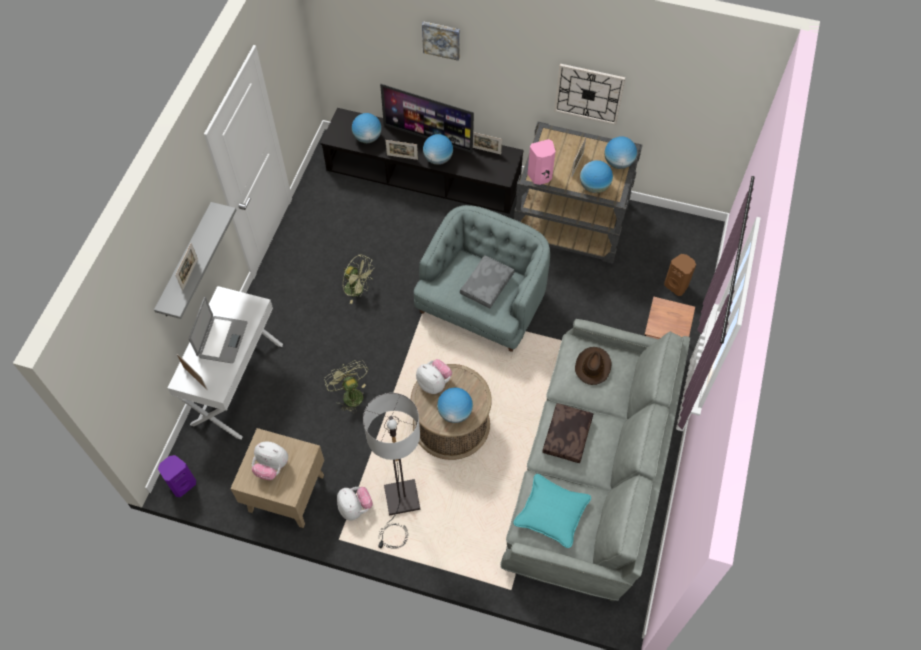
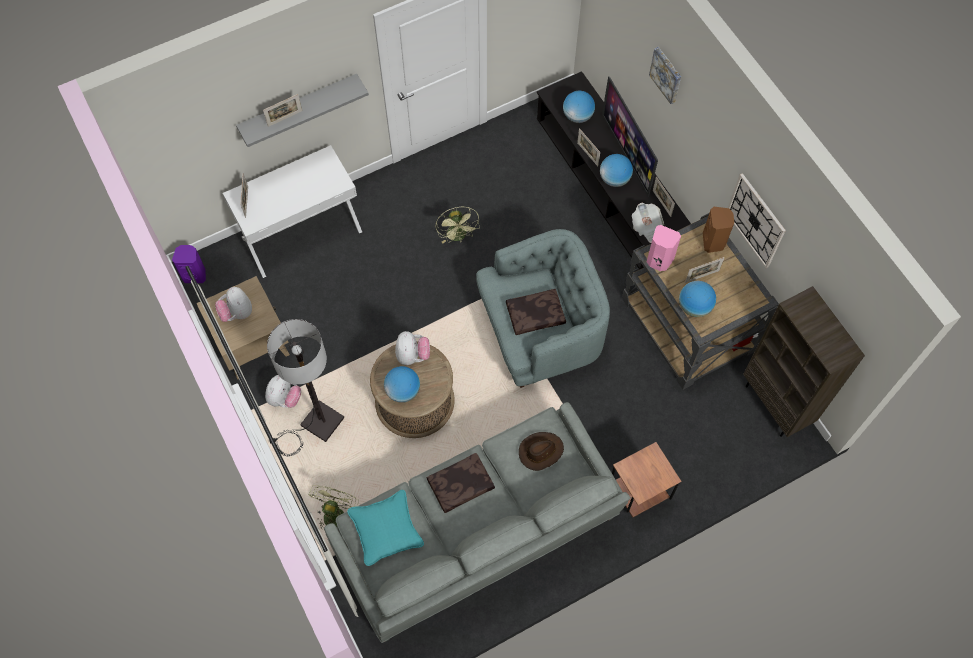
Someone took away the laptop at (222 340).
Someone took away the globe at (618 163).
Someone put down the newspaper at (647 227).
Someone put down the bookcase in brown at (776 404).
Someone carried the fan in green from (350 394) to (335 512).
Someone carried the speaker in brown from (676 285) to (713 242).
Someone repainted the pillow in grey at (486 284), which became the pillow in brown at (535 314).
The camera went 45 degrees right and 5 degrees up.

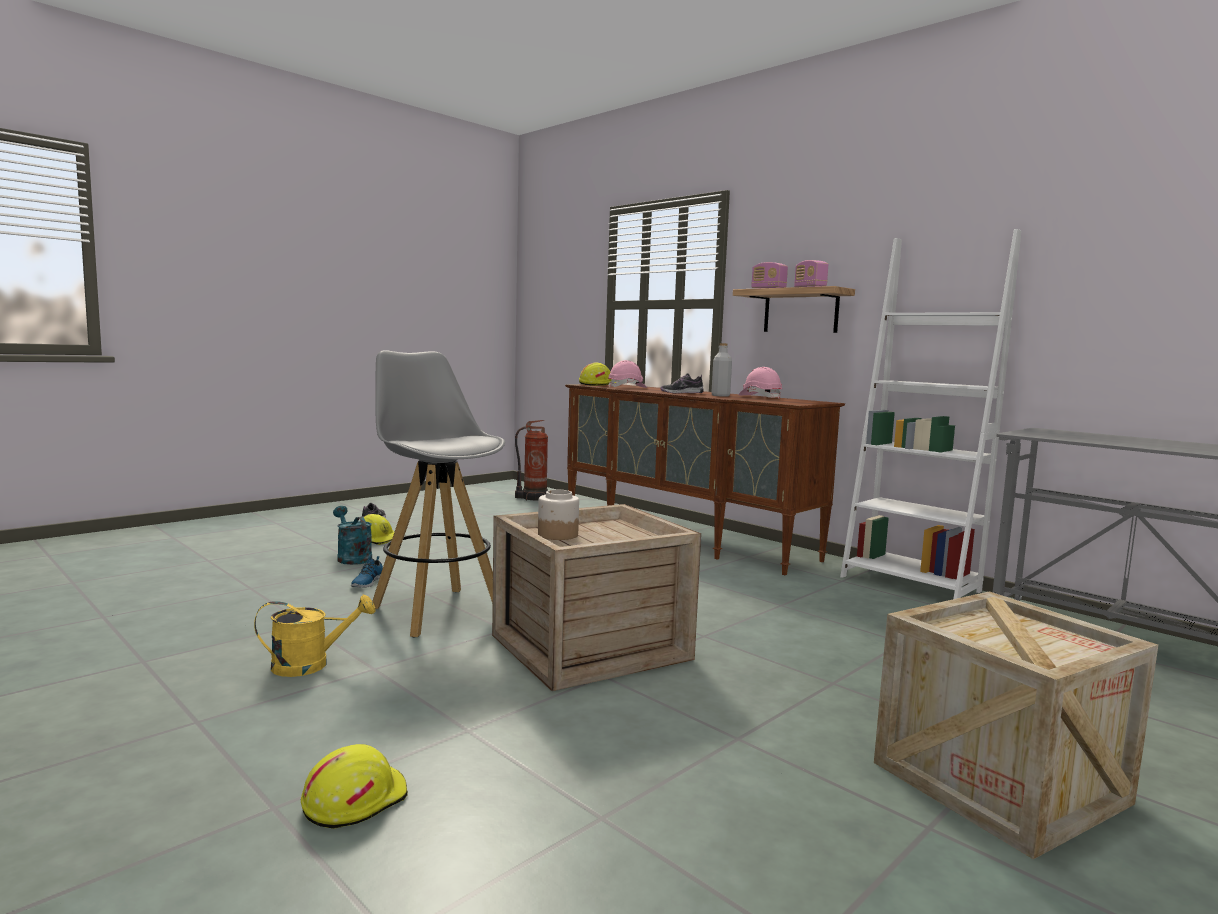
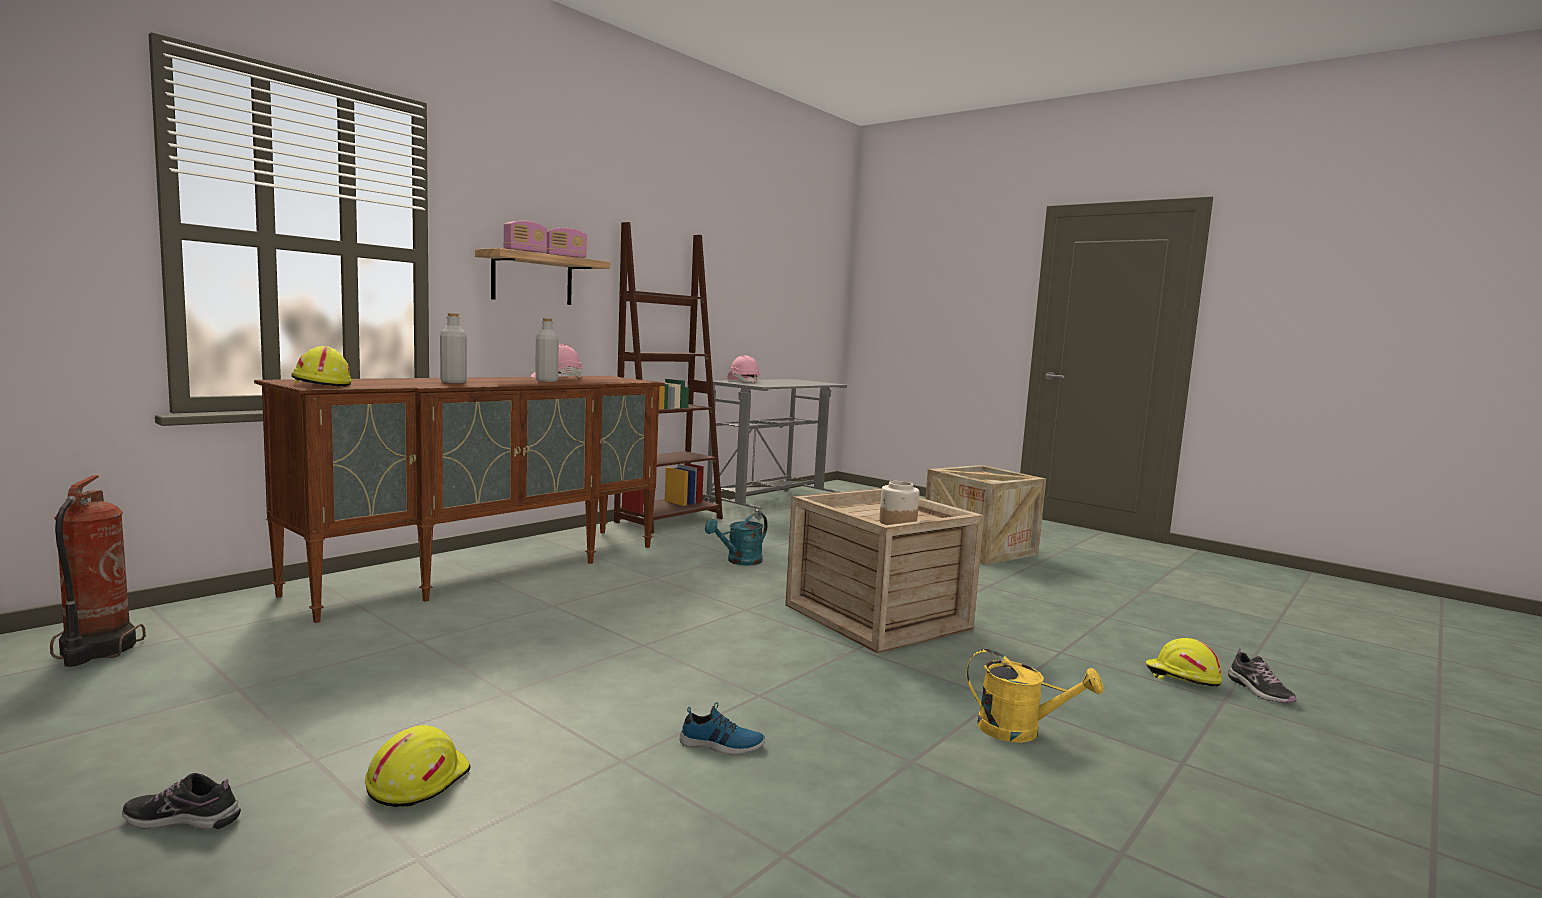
Someone took away the stool in grey at (437 610).
Someone put down the bottle in grey at (453 382).
Someone carried the watering can in turquoise from (352 557) to (739 561).
Someone carried the hard hat in pink from (627 387) to (743 381).
Someone carried the shoe from (681 393) to (1259 691).
Someone repainted the bookcase in white at (909 584), which became the bookcase in brown at (669 520).
Someone rotated the watering can in yellow at (311 665) by 135 degrees clockwise.
The camera went 95 degrees left and 0 degrees up.

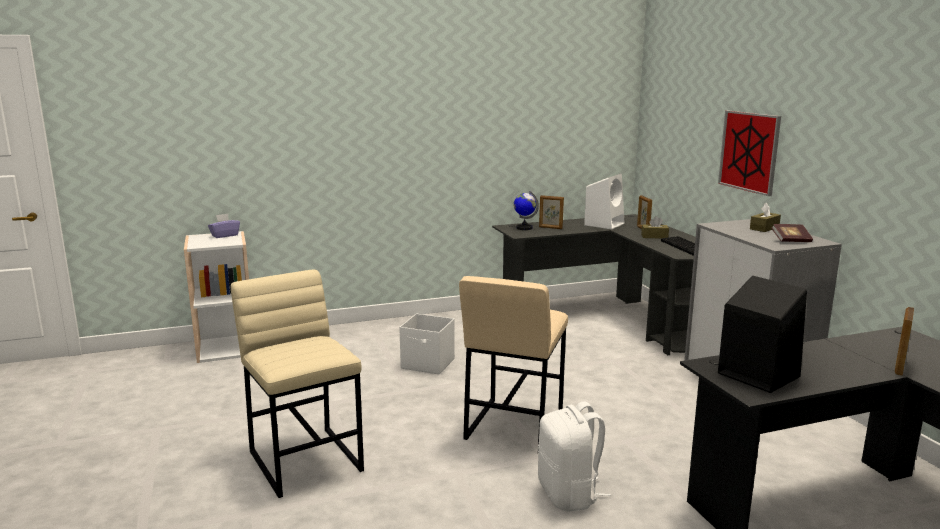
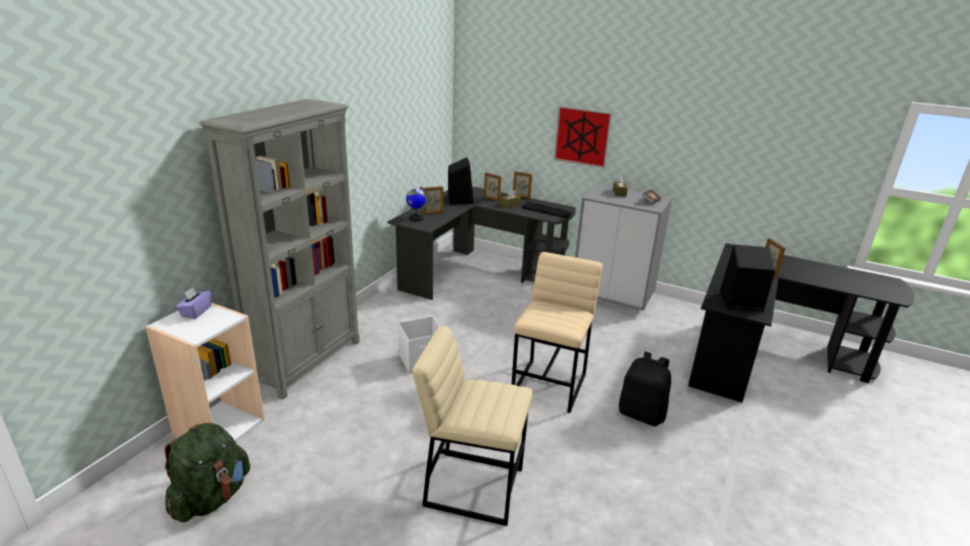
Someone put down the backpack in green at (211 497).
Someone put down the bookcase in grey at (307 361).
Someone put down the picture frame at (521 197).
Someone repainted the backpack in white at (569 495), which became the backpack in black at (642 414).
Someone repainted the speaker in white at (604 224), which became the speaker in black at (460 200).
Someone rotated the chair in beige at (513 427) by 135 degrees counterclockwise.
The camera went 45 degrees left and 10 degrees up.

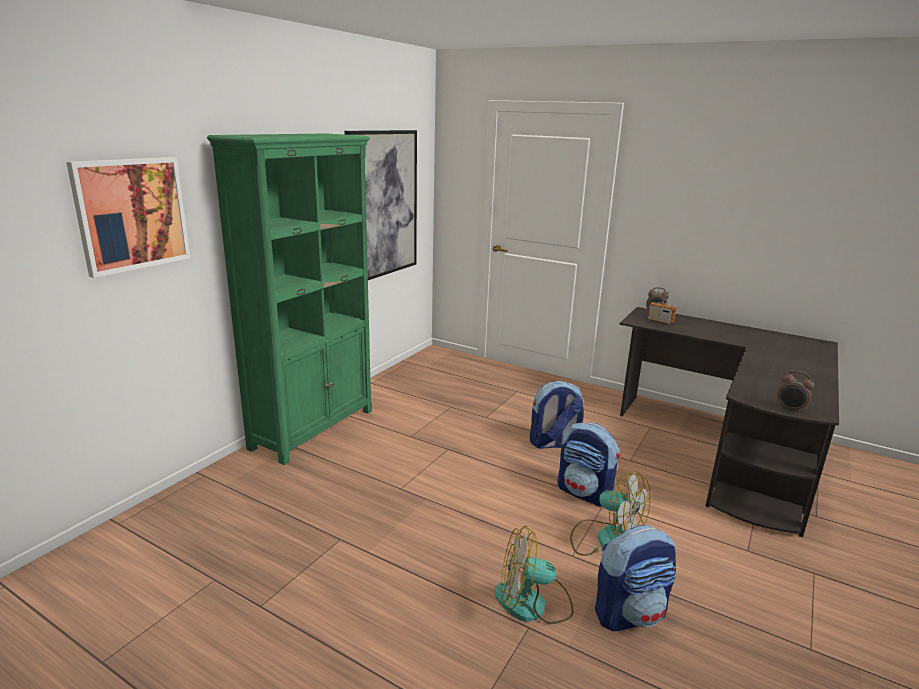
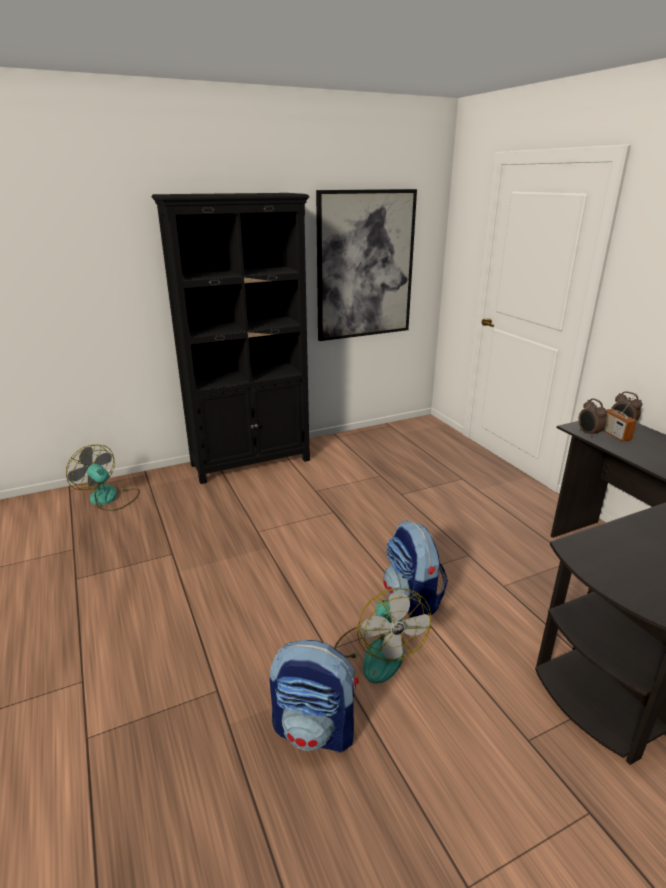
Someone took away the picture at (132 214).
Someone took away the backpack at (553 444).
Someone carried the fan from (532 603) to (109 498).
Someone carried the alarm clock from (790 409) to (588 434).
Someone repainted the bookcase in green at (314 428), which became the bookcase in black at (251 462).
The camera went 35 degrees right and 5 degrees up.

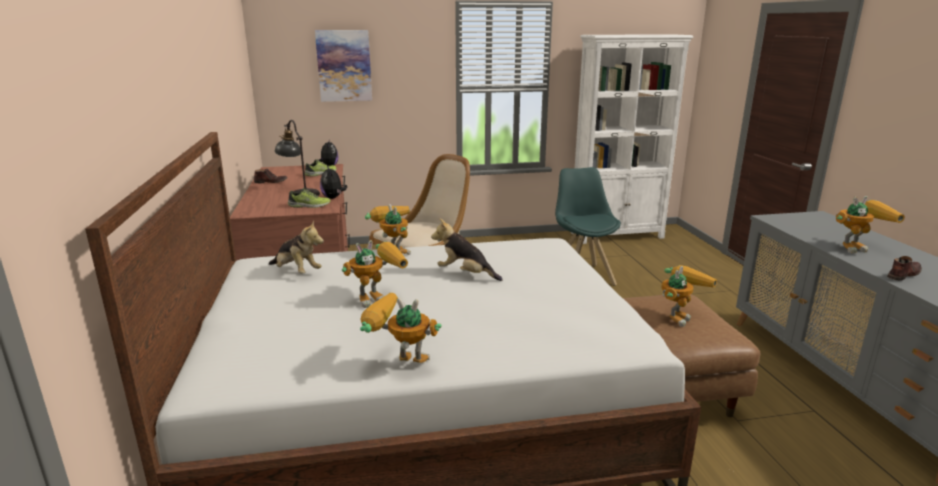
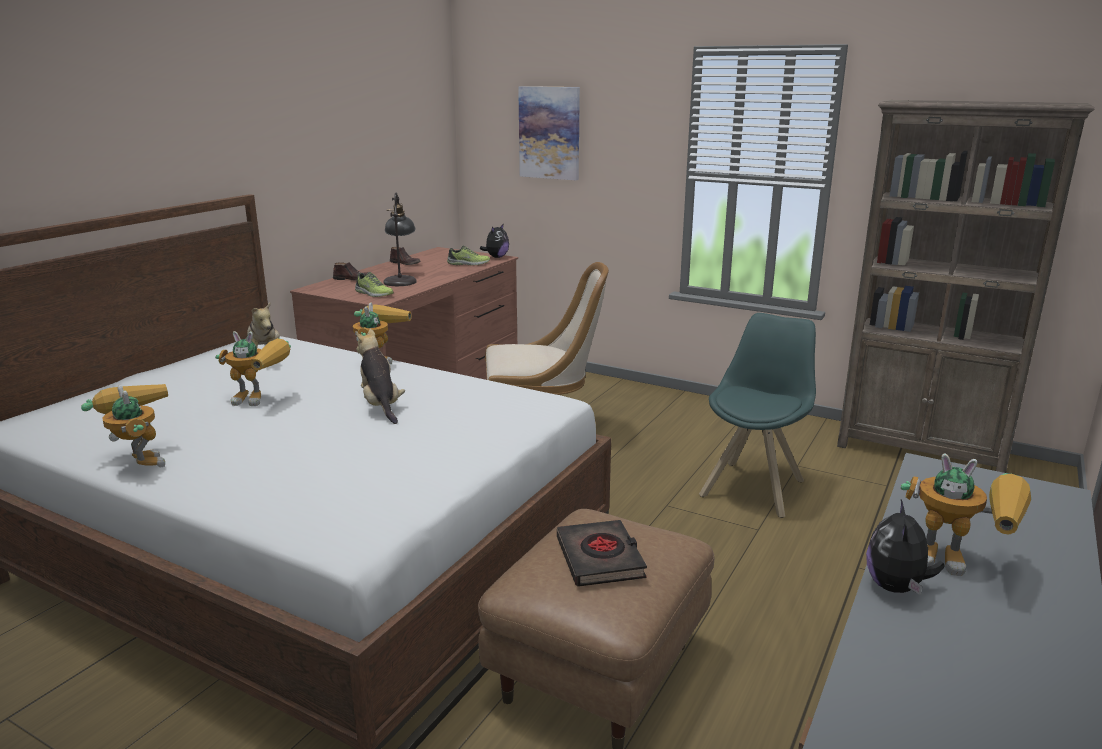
Someone carried the plush toy from (333 198) to (896 587).
Someone carried the shoe in brown from (902 275) to (353 279).
Someone swapped the toy robot at (678 316) for the book in black at (600 558).
Someone repainted the bookcase in white at (617 235), which became the bookcase in brown at (921 452).
The camera went 40 degrees right and 0 degrees up.

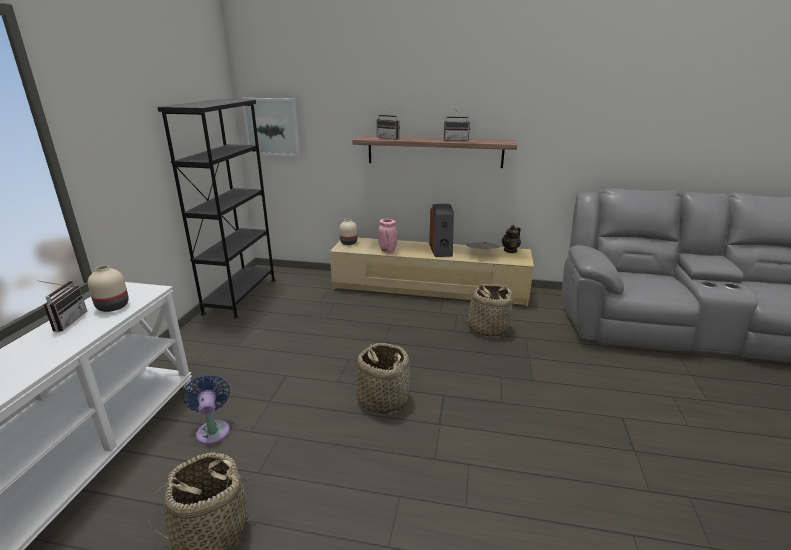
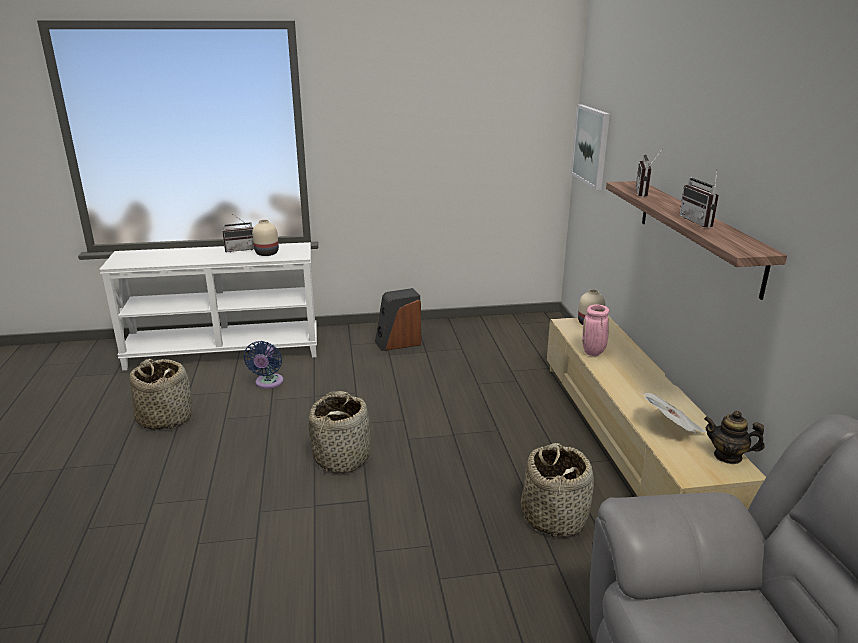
Someone took away the bookcase in black at (240 296).
Someone carried the speaker from (441 250) to (398 343).
Someone rotated the fan in blue at (213 430) by 135 degrees clockwise.
The camera went 70 degrees right and 0 degrees up.

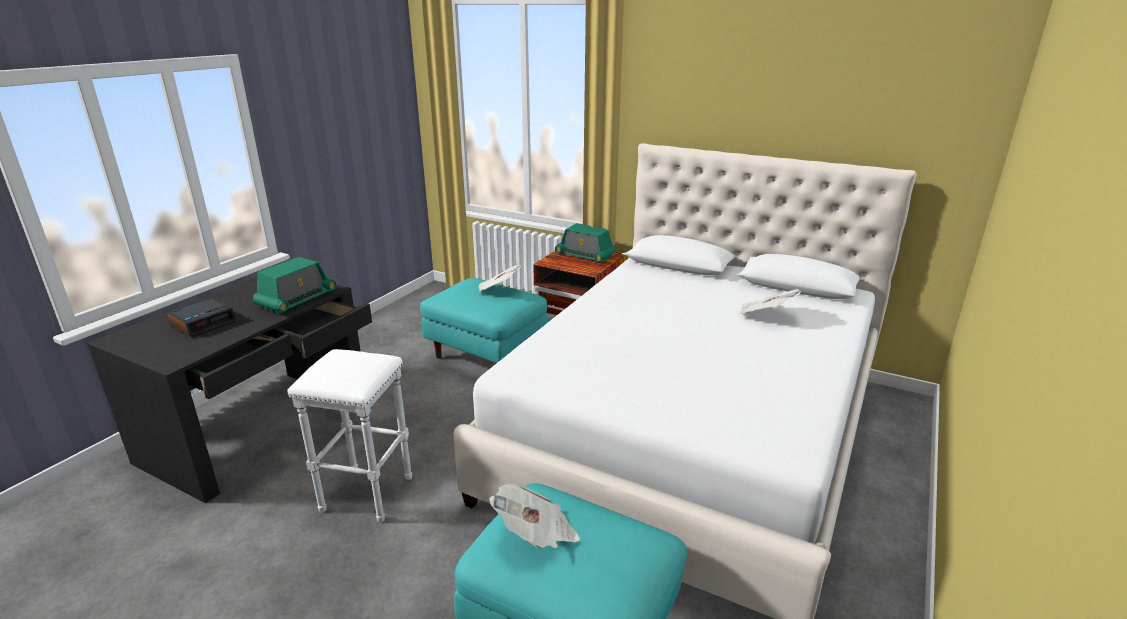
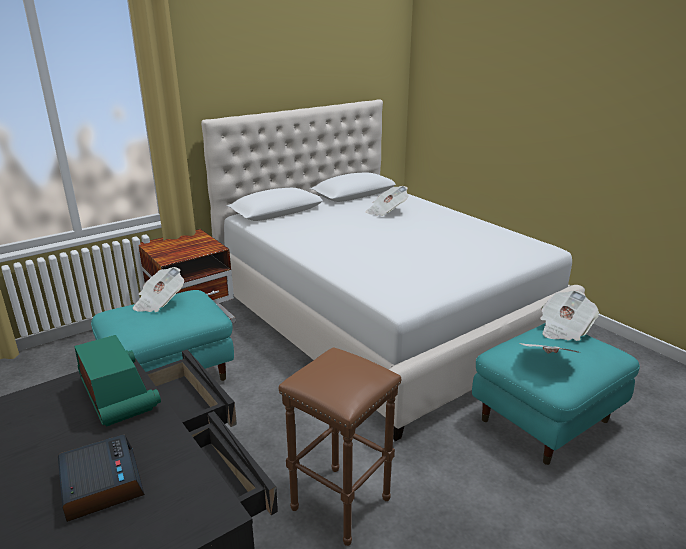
Someone took away the radio at (585 255).
Someone put down the newspaper at (564 329).
Someone repainted the stool in white at (367 494), which became the stool in brown at (343 503).
The camera went 65 degrees left and 0 degrees up.

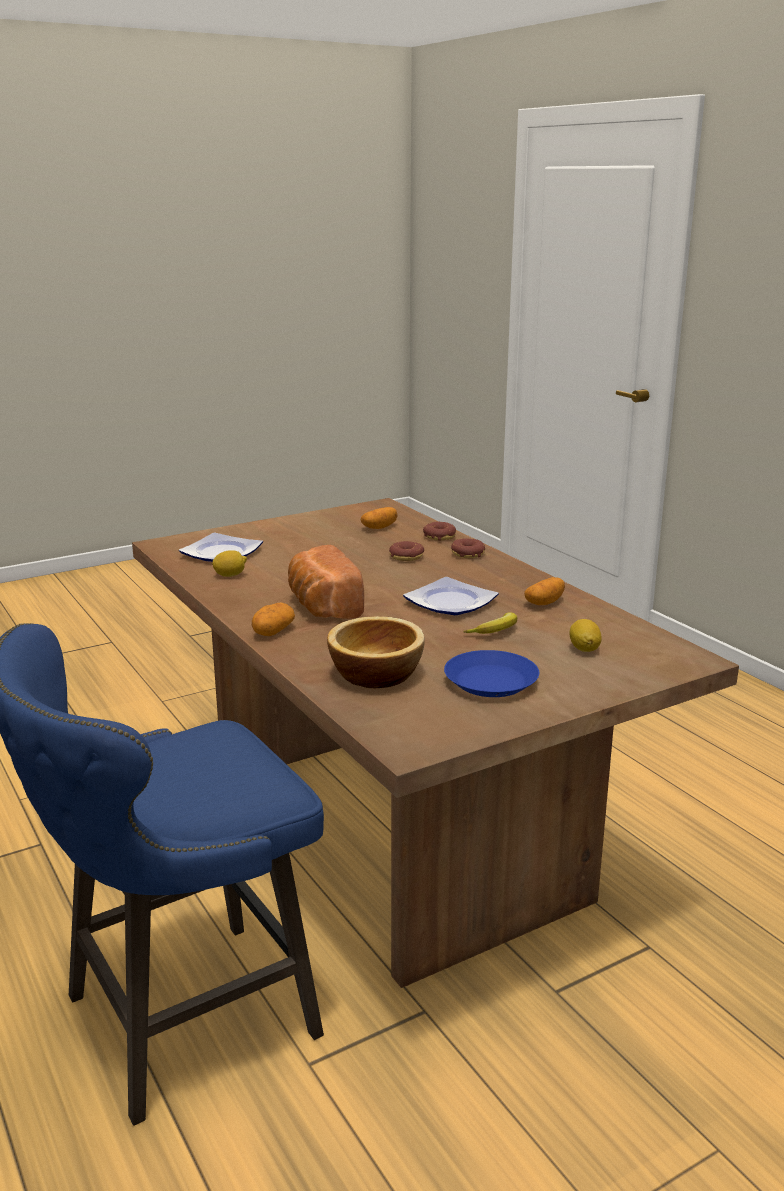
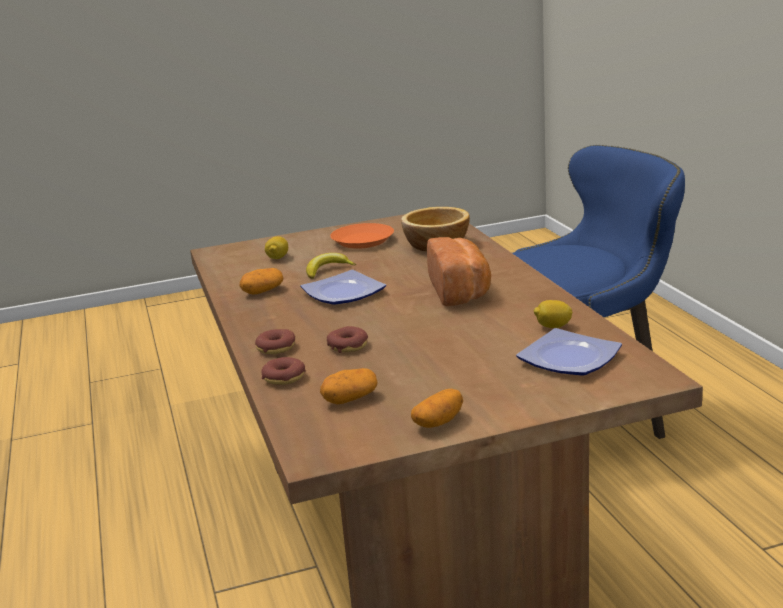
Someone carried the potato from (273 631) to (438 422).
Someone repainted the plate in blue at (491 681), which became the plate in orange at (362 241).
The camera went 165 degrees left and 0 degrees up.

